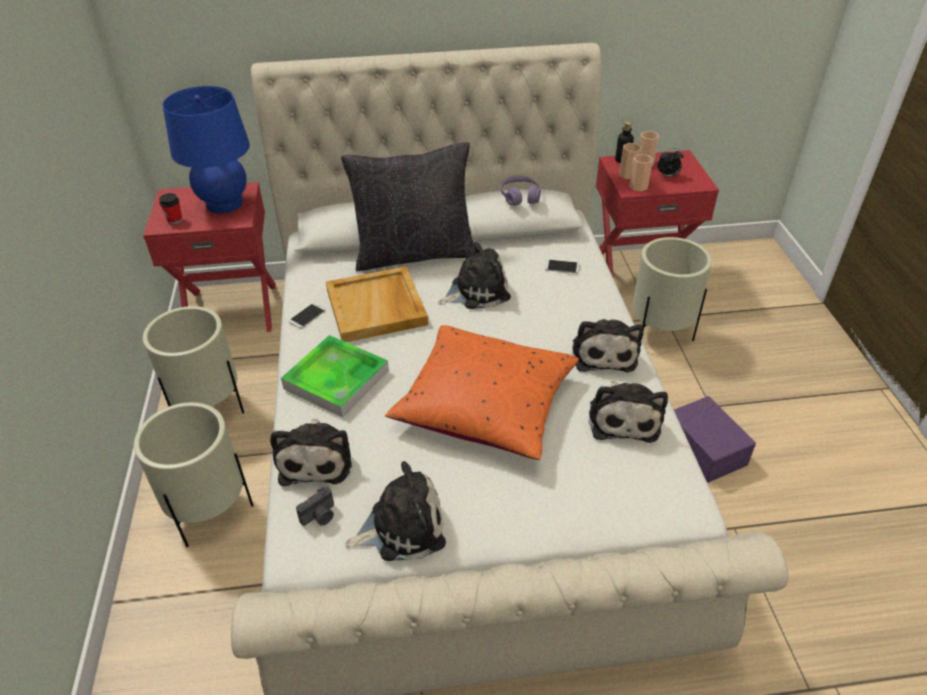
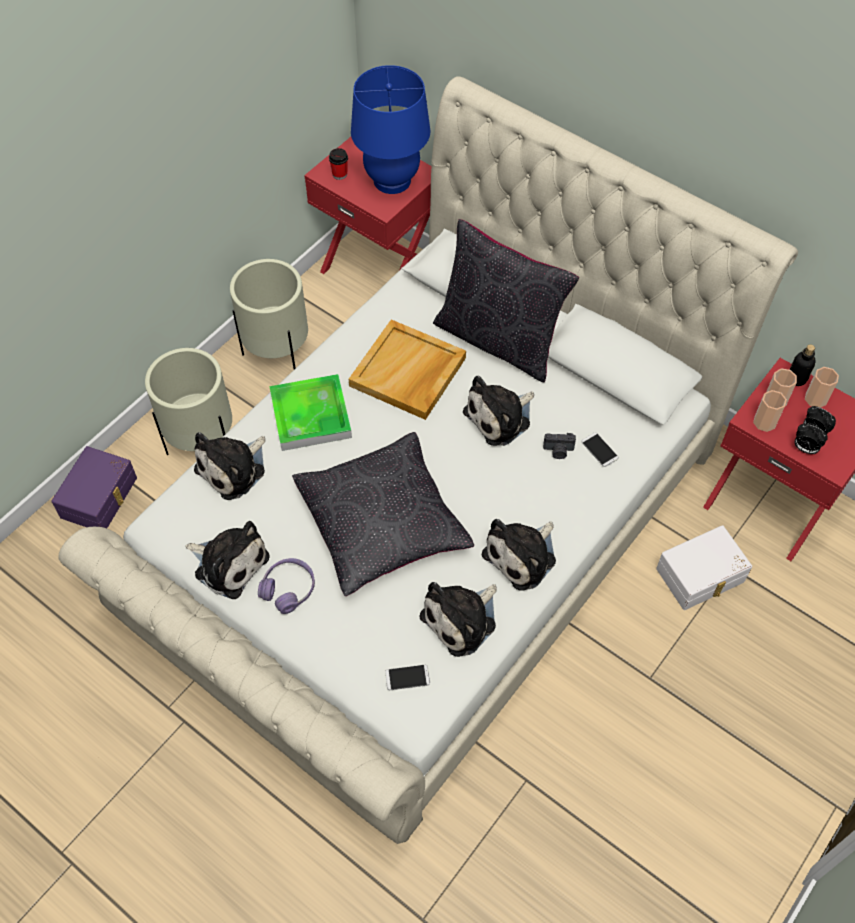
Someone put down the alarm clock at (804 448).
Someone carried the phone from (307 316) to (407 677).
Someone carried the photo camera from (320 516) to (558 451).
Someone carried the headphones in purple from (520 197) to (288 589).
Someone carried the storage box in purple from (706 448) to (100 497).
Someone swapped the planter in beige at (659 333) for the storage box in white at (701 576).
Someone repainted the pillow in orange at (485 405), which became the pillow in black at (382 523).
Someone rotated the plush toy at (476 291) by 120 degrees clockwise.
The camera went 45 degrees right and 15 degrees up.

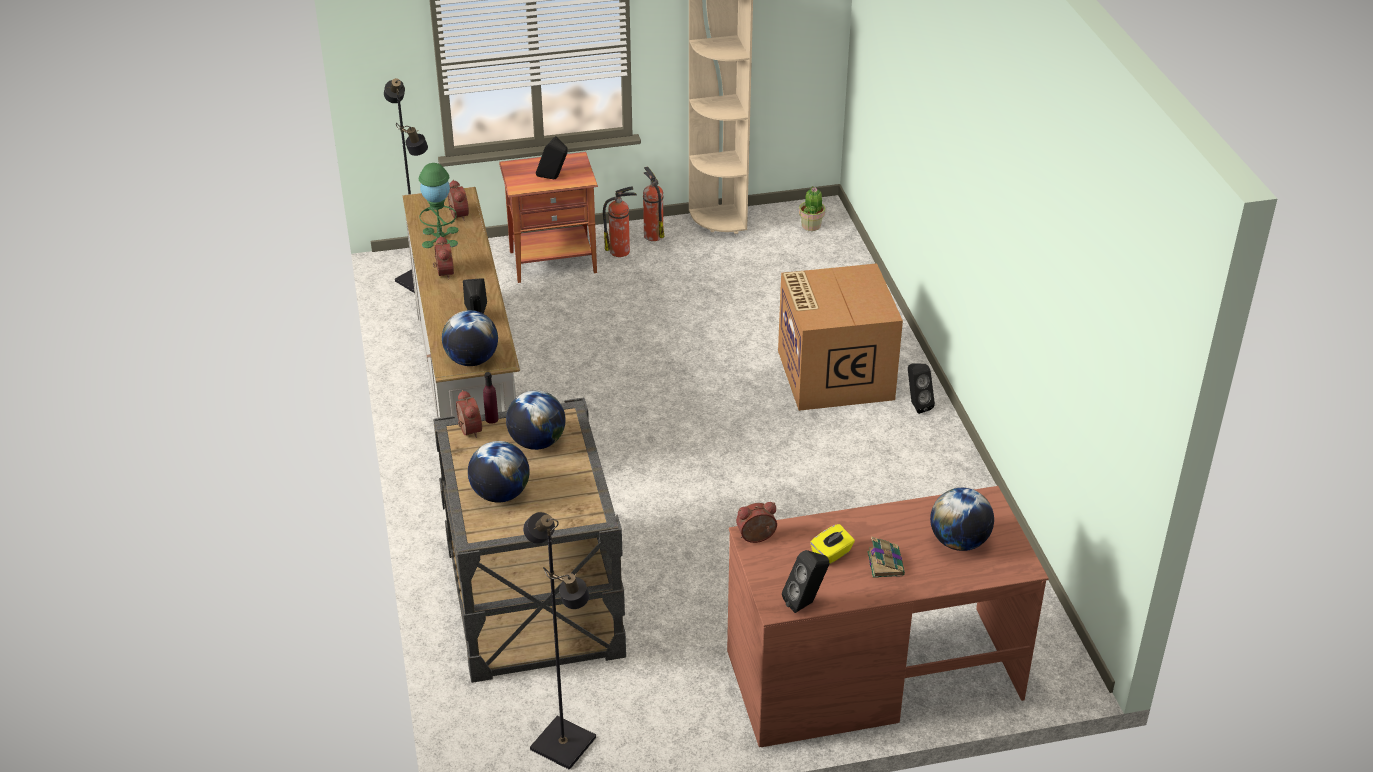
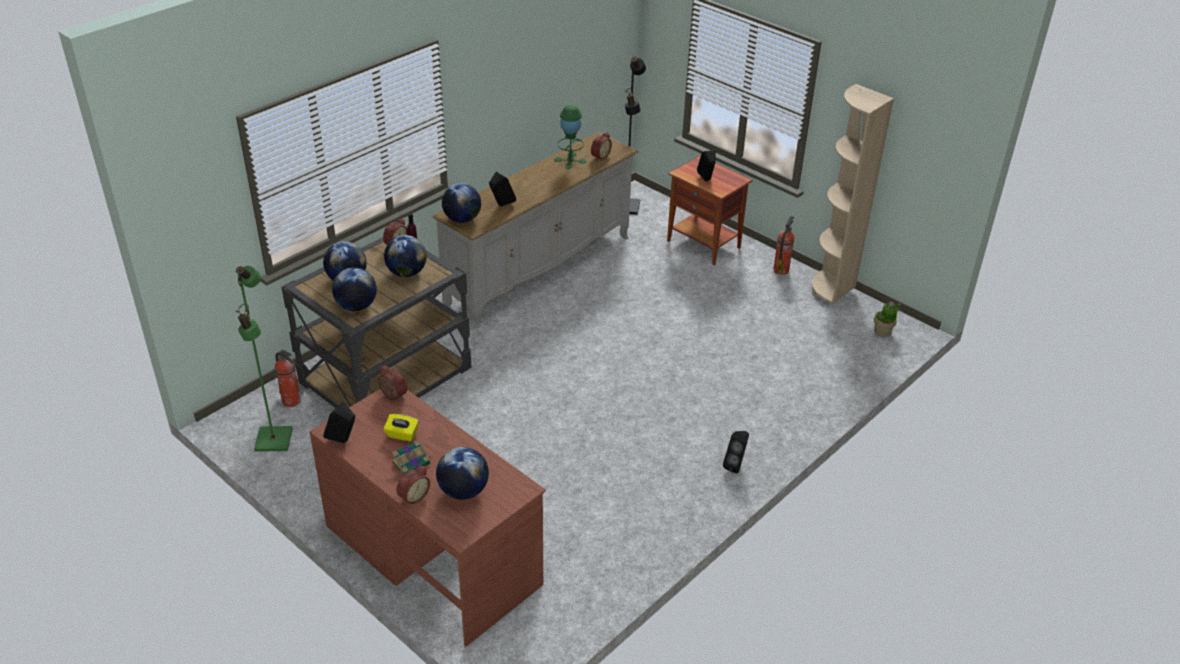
Someone took away the cardboard box at (833 374).
Someone put down the globe at (356 306).
Someone carried the alarm clock from (443 273) to (413 496).
Someone carried the fire extinguisher from (621 251) to (292 401).
Someone repainted the floor lamp in black at (563 744), which became the floor lamp in green at (273 440).
The camera went 55 degrees right and 0 degrees up.

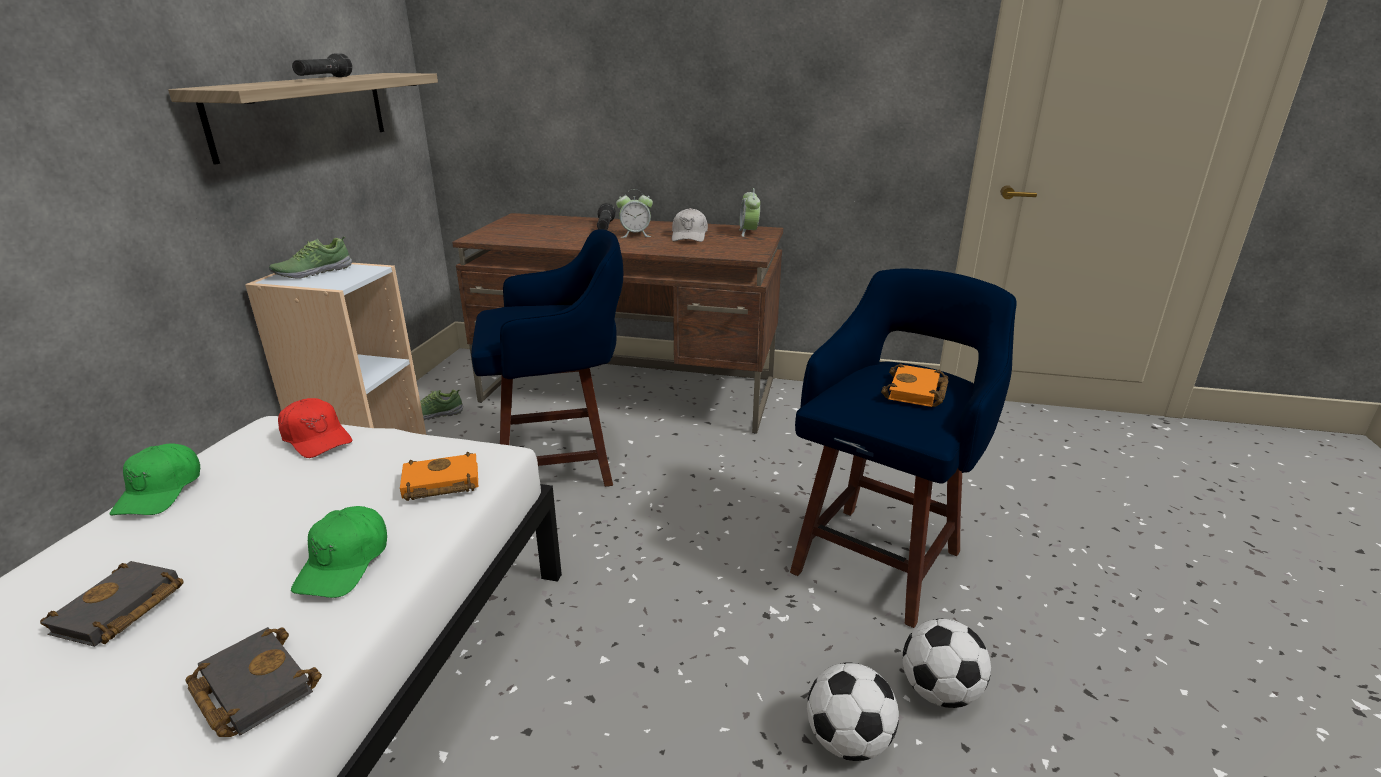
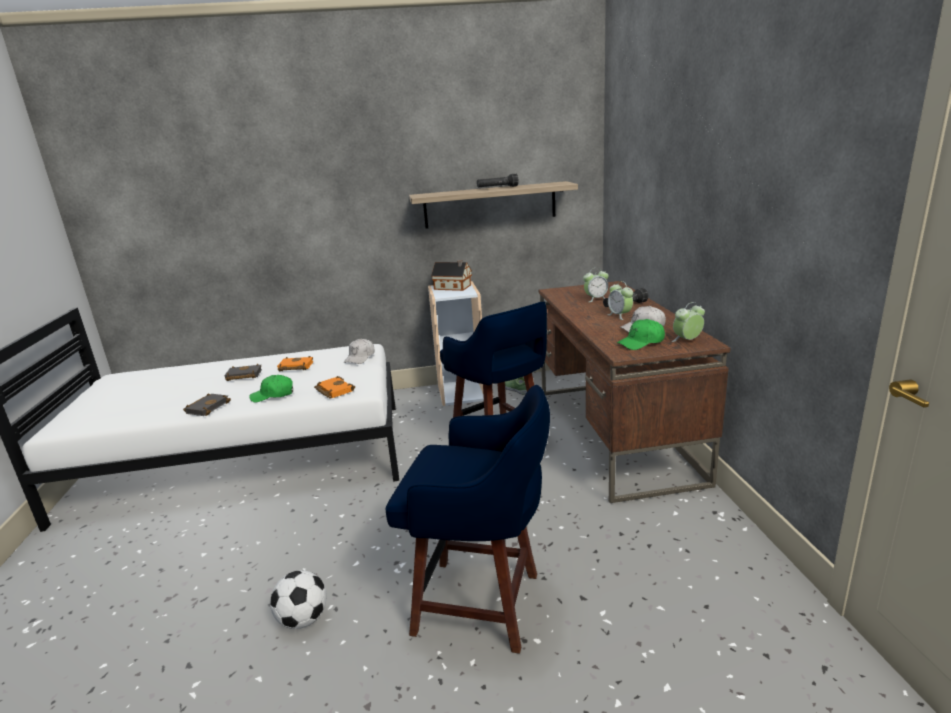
Someone took away the football at (939 692).
Someone put down the alarm clock at (596 299).
Someone carried the cap in green from (161 491) to (641 343).
Someone carried the book in orange from (917 392) to (295 367).
Someone swapped the shoe at (313 272) for the toy house at (453 287).
Someone repainted the cap in red at (316 438), which became the cap in white at (360 357).
The camera went 70 degrees right and 5 degrees down.

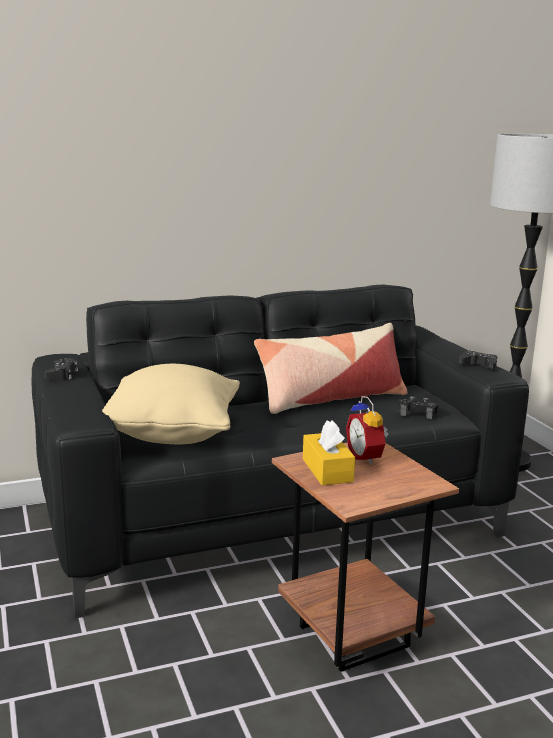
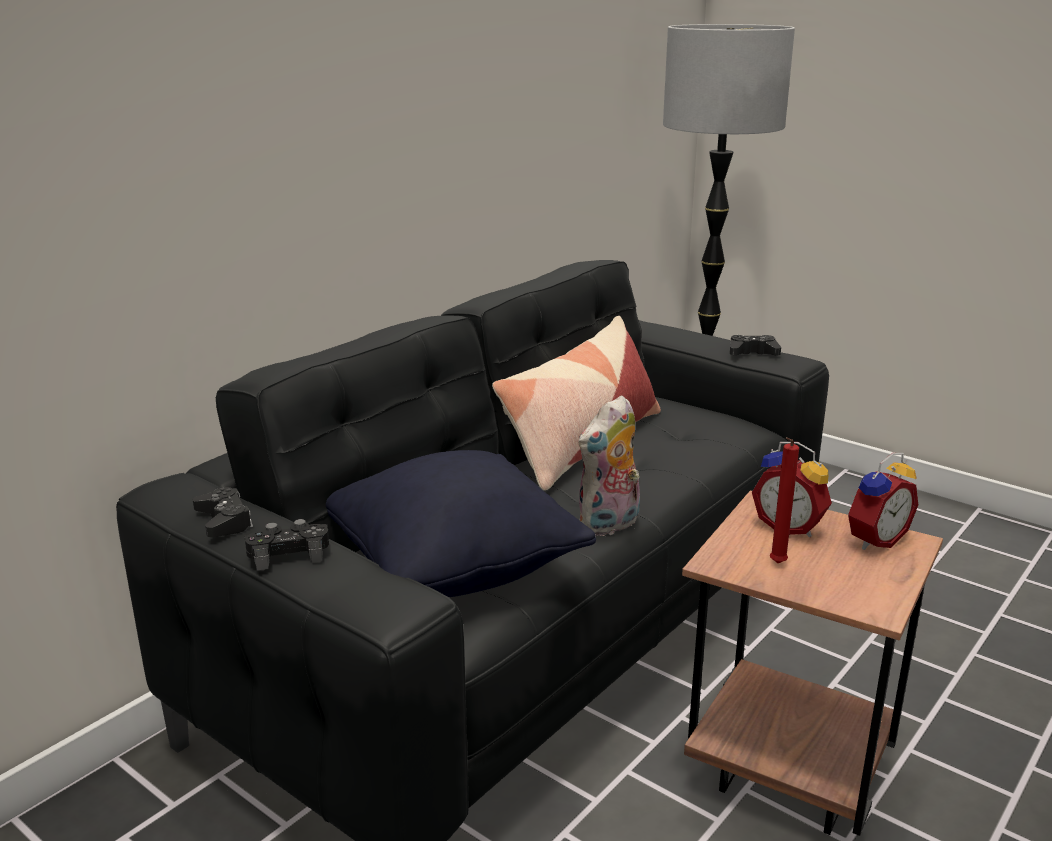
Someone put down the plush toy at (609 525).
Someone put down the alarm clock at (873 539).
Someone carried the game controller in black from (417 413) to (288 553).
Someone swapped the tissue box in yellow at (327 470) for the candle in red at (776 564).
Someone repainted the pillow in beige at (172 434), which became the pillow in black at (454 570).
The camera went 30 degrees left and 5 degrees up.

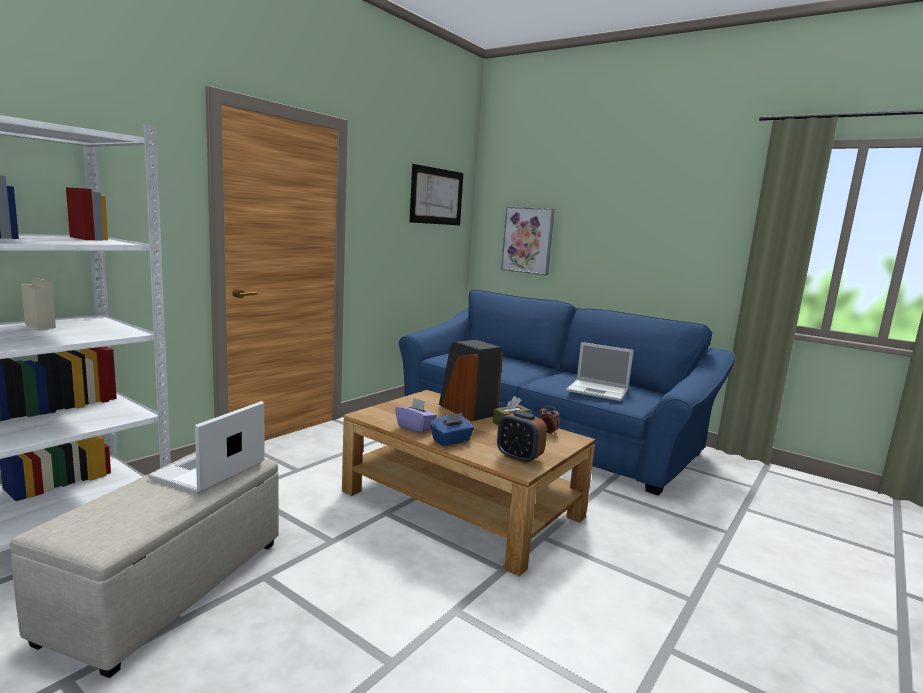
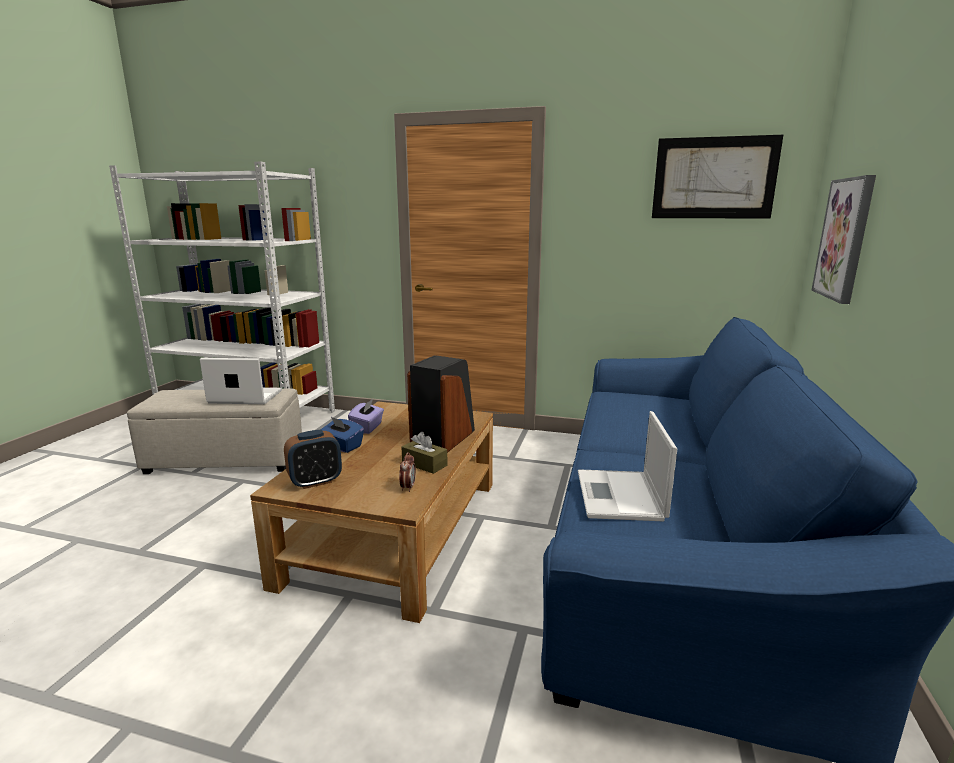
Someone rotated the alarm clock at (519 457) by 135 degrees counterclockwise.
The camera went 70 degrees right and 5 degrees up.

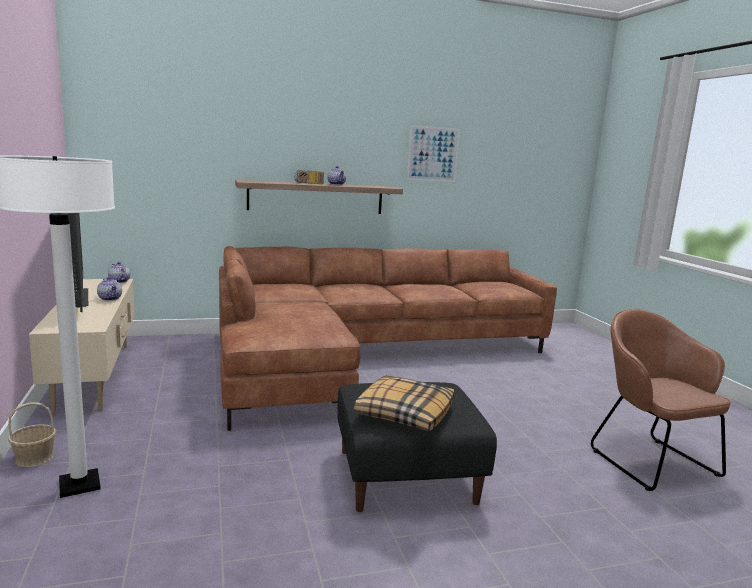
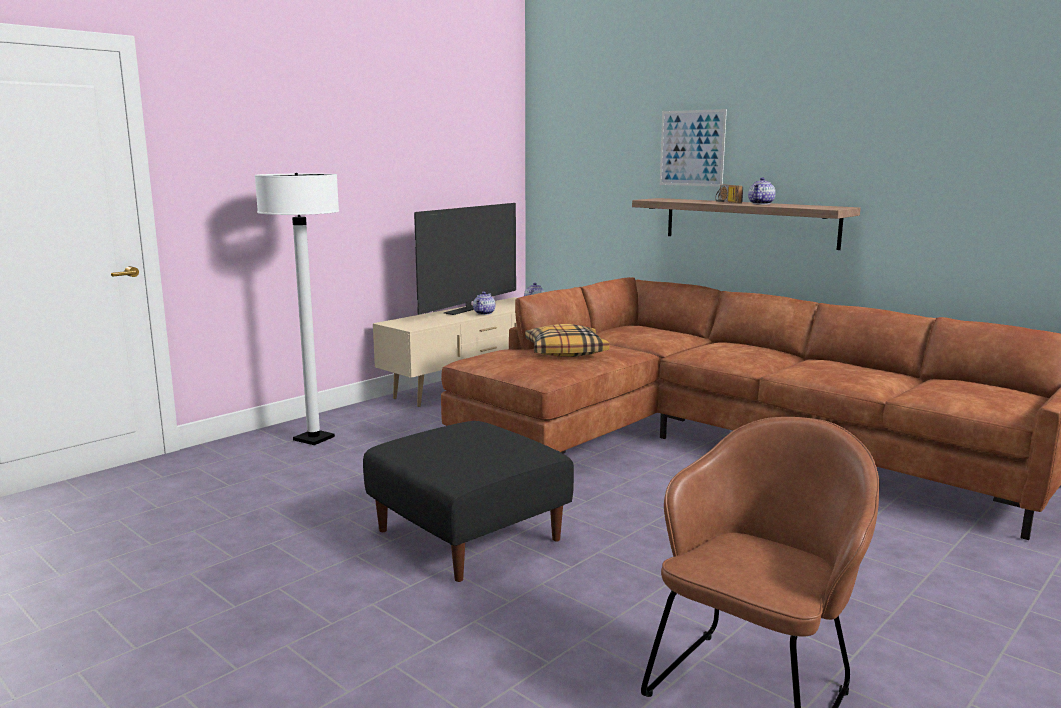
Someone took away the basket at (35 458).
Someone carried the pillow from (404 413) to (565 351).
Someone carried the picture from (433 154) to (692 148).
The camera went 60 degrees right and 0 degrees up.

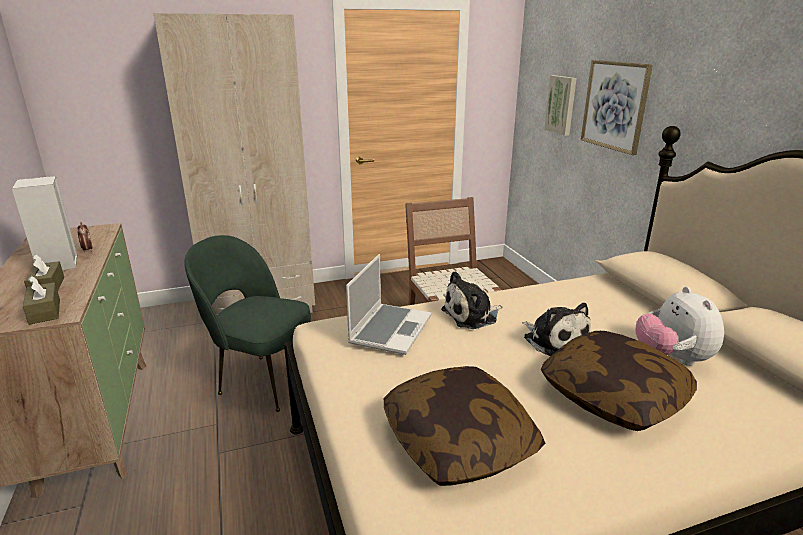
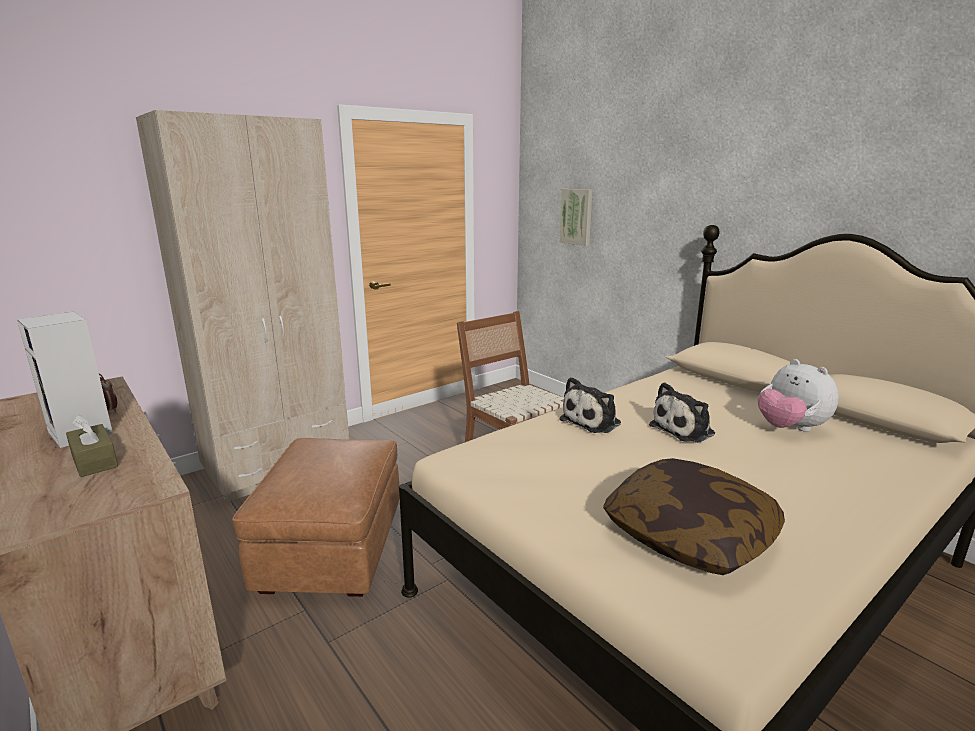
Someone took away the tissue box in brown at (45 311).
Someone took away the laptop at (390 329).
Someone took away the pillow at (613 396).
Someone took away the picture at (615 105).
Someone swapped the chair in green at (262 381) for the ottoman in brown at (331 548).
Someone rotated the plush toy at (553 339) by 105 degrees clockwise.
The camera went 20 degrees left and 5 degrees down.

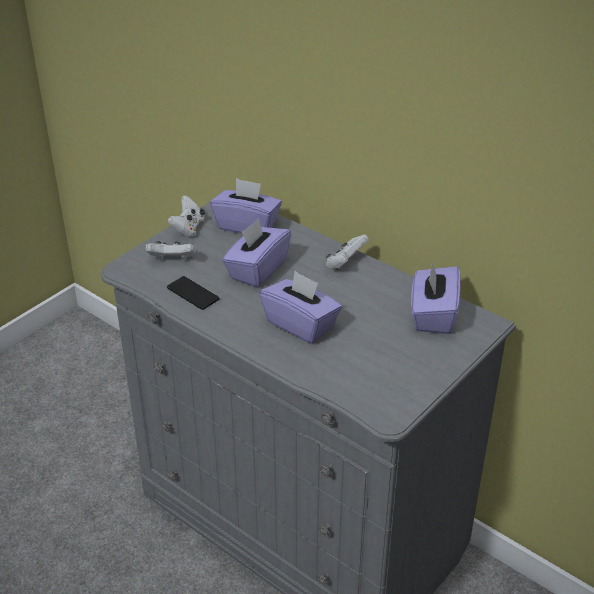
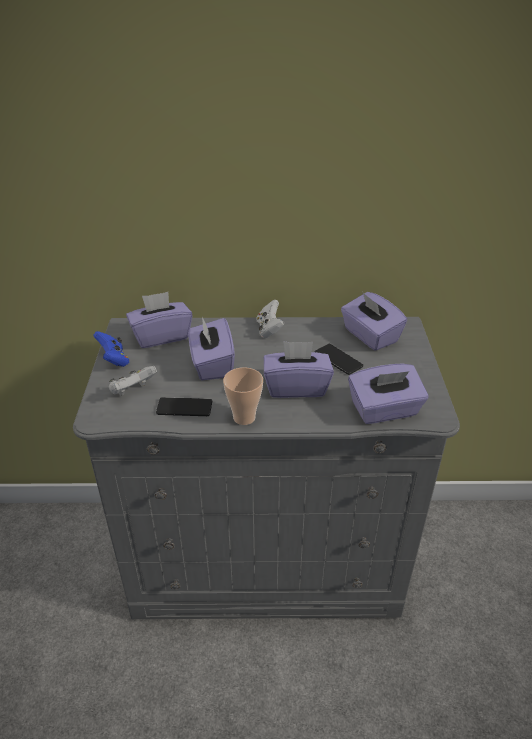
Someone put down the cup at (244 417).
Someone put down the phone at (338 360).
Someone put down the tissue box in purple at (384 410).
Someone repainted the game controller in white at (188 228), which became the game controller in blue at (114 360).
The camera went 40 degrees left and 0 degrees up.

